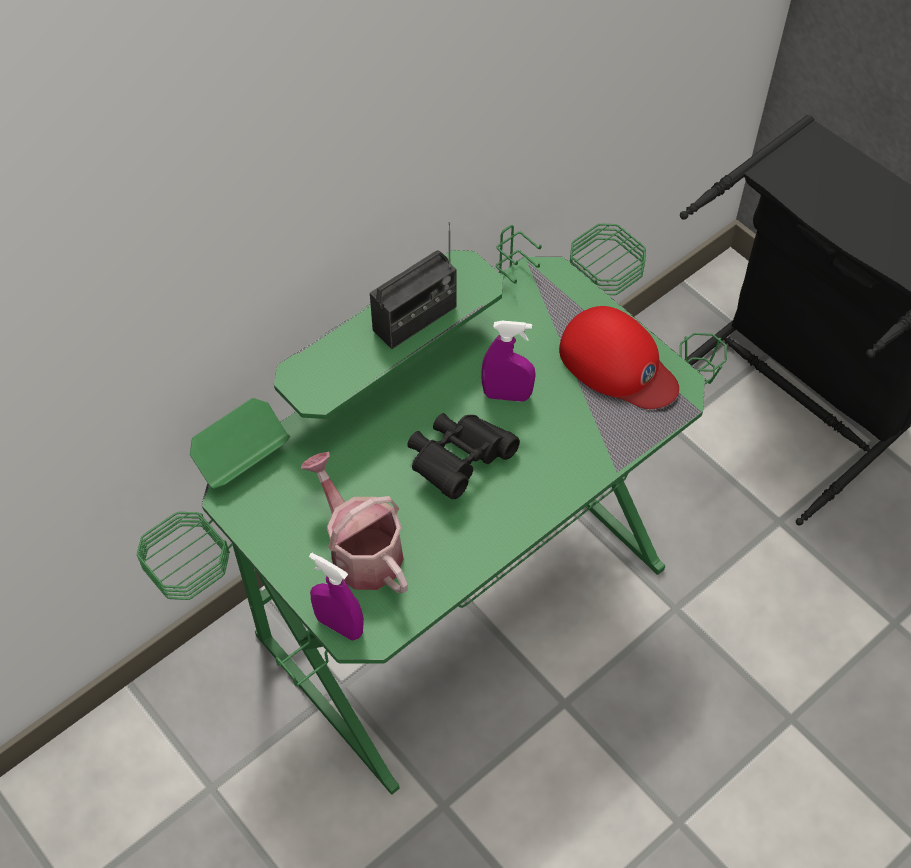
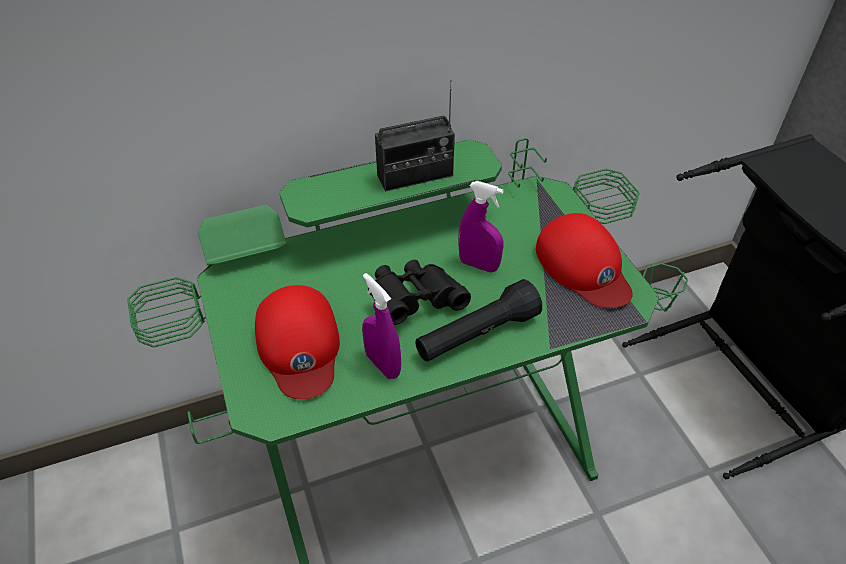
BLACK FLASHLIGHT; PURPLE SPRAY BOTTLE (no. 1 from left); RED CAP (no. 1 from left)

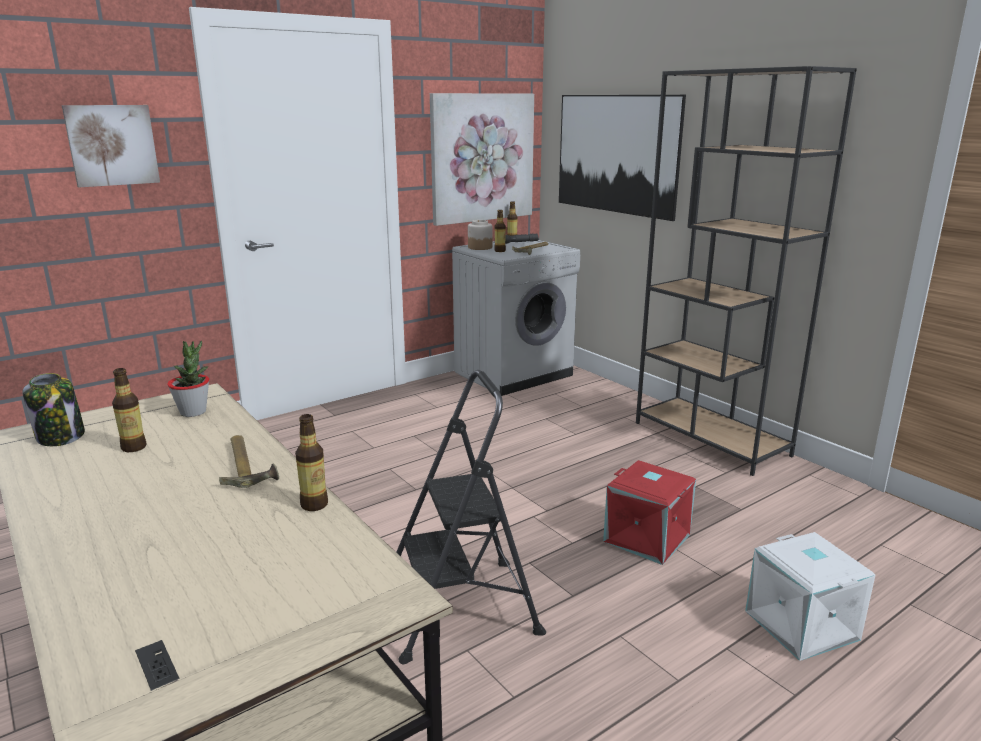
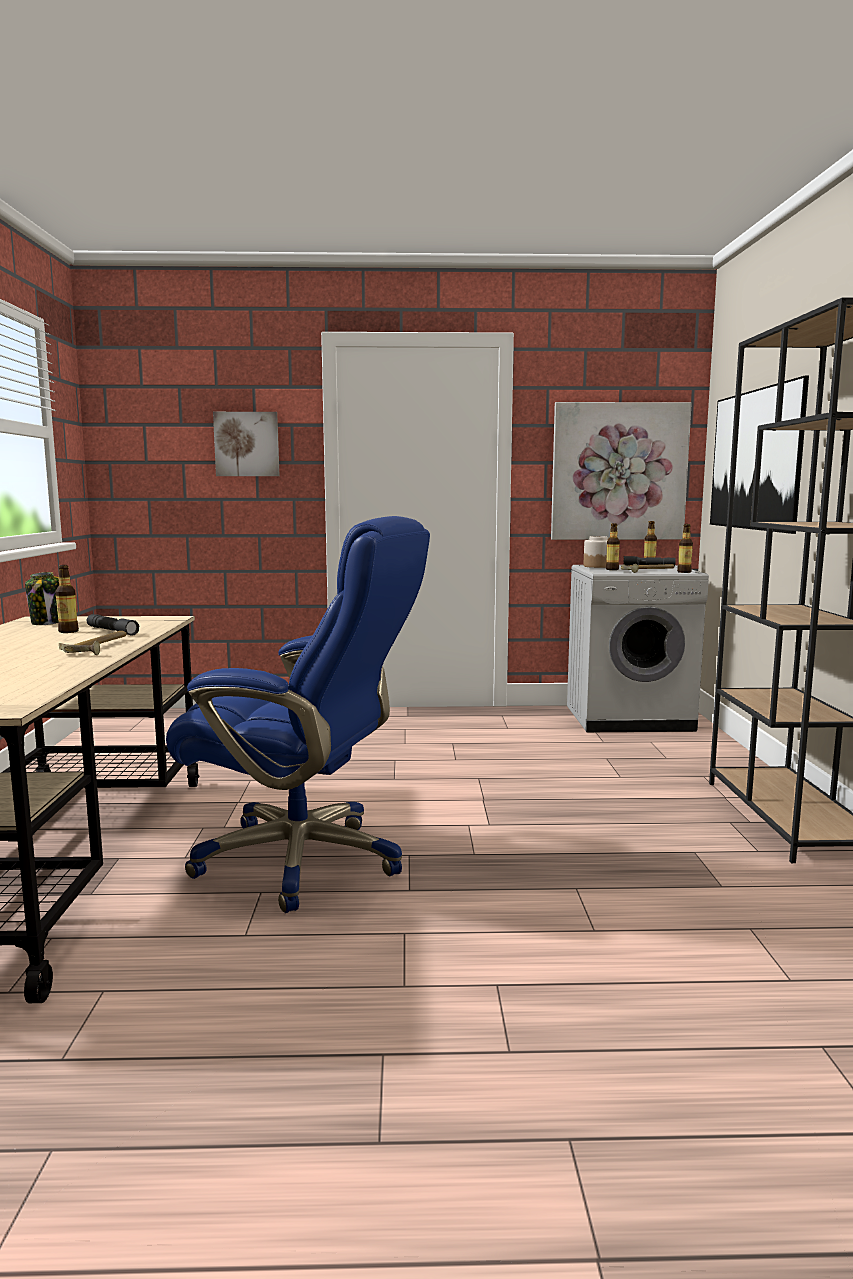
POTTED PLANT; RED STORAGE BOX; WHITE STORAGE BOX; GREY FLASHLIGHT (no. 1 from left); BOTTLE (no. 4 from left); BLUE OFFICE CHAIR

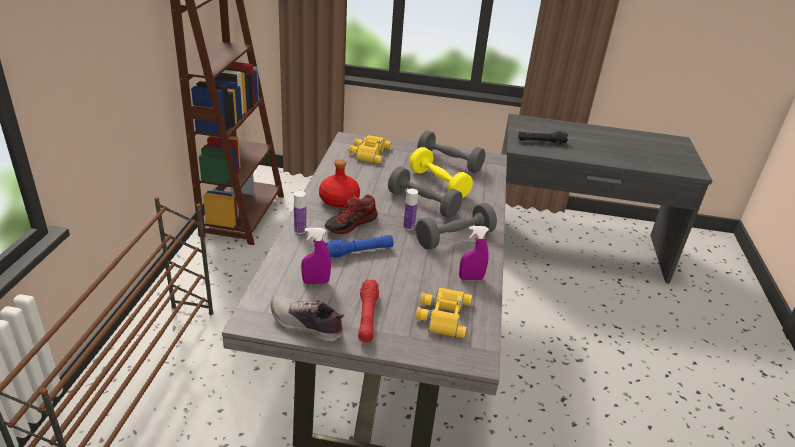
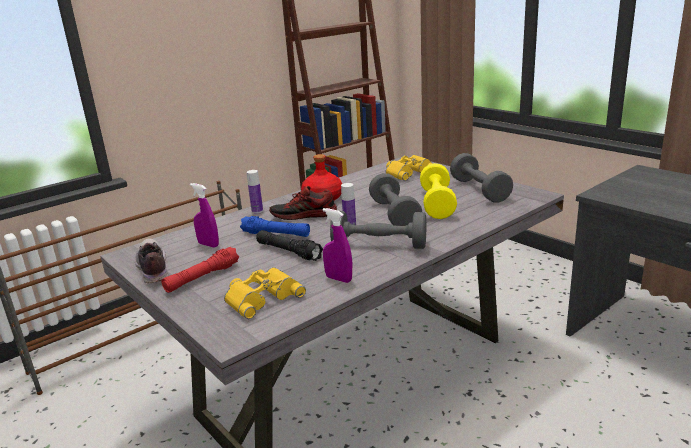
BLACK FLASHLIGHT

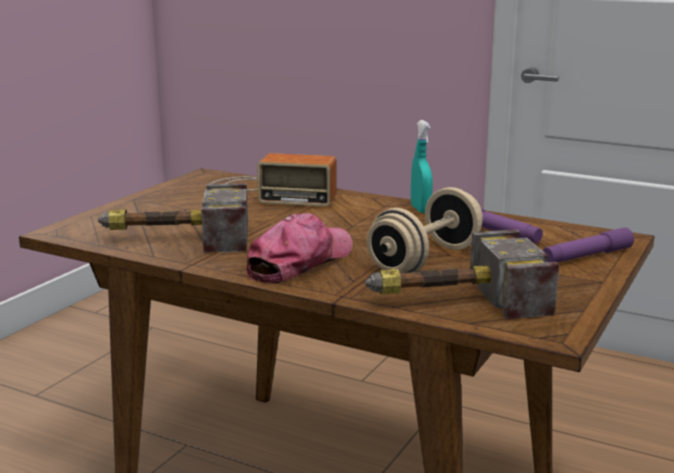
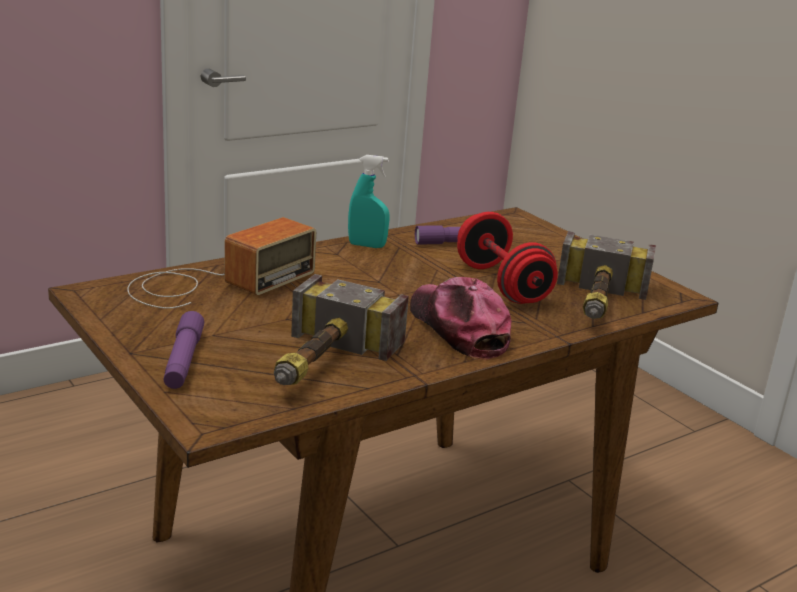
PURPLE FLASHLIGHT (no. 1 from left); RED DUMBBELL

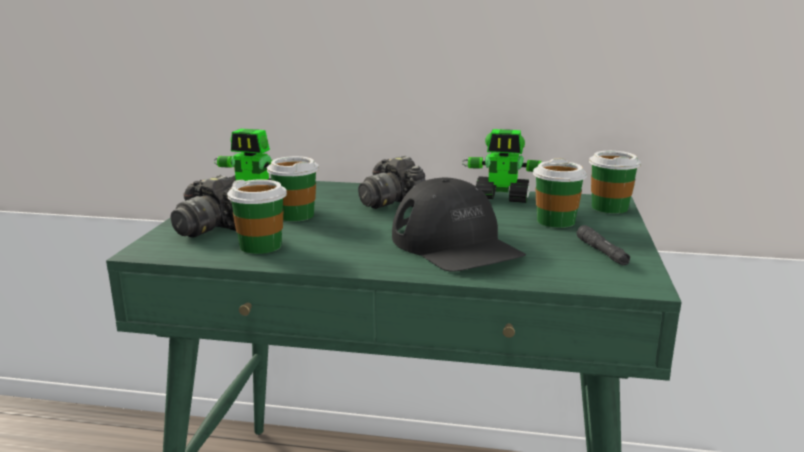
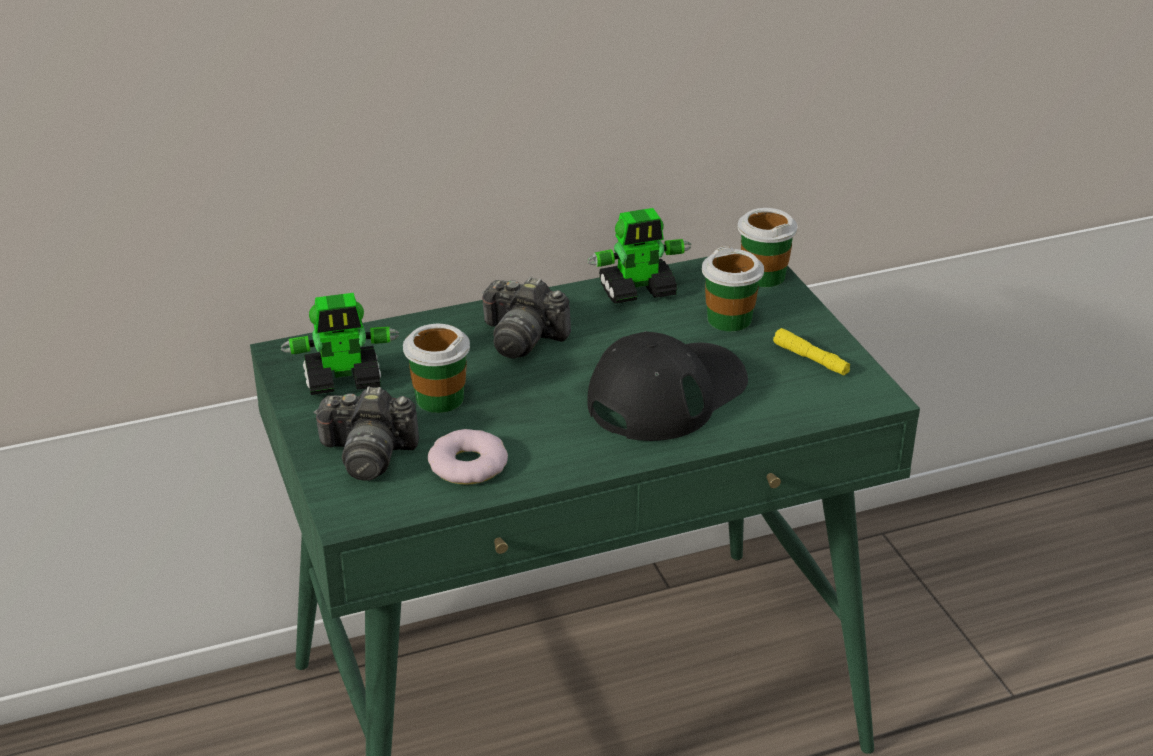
DONUT; YELLOW FLASHLIGHT; BLACK CAP

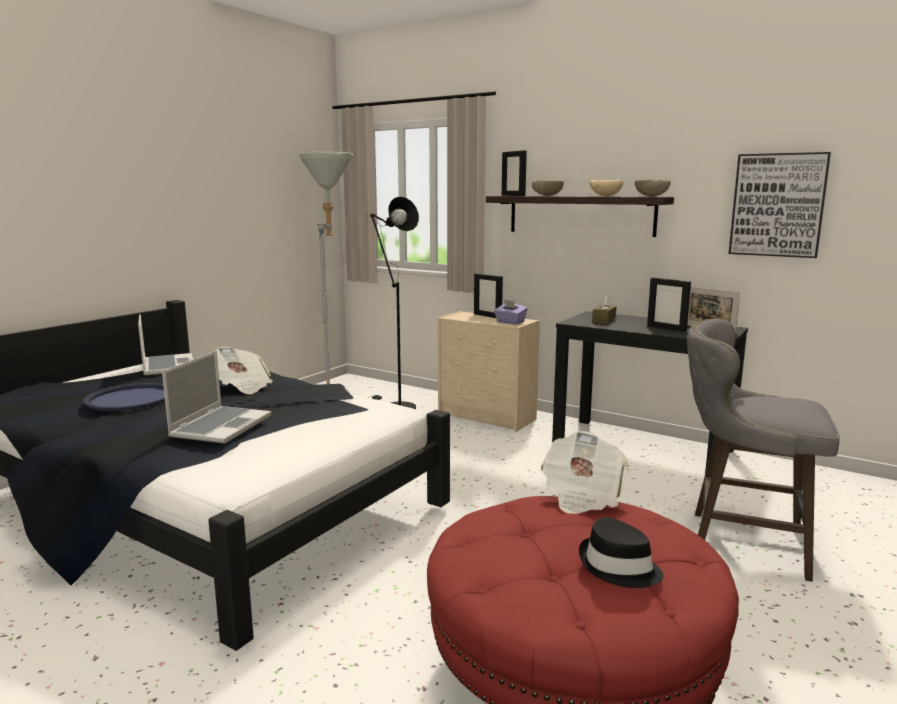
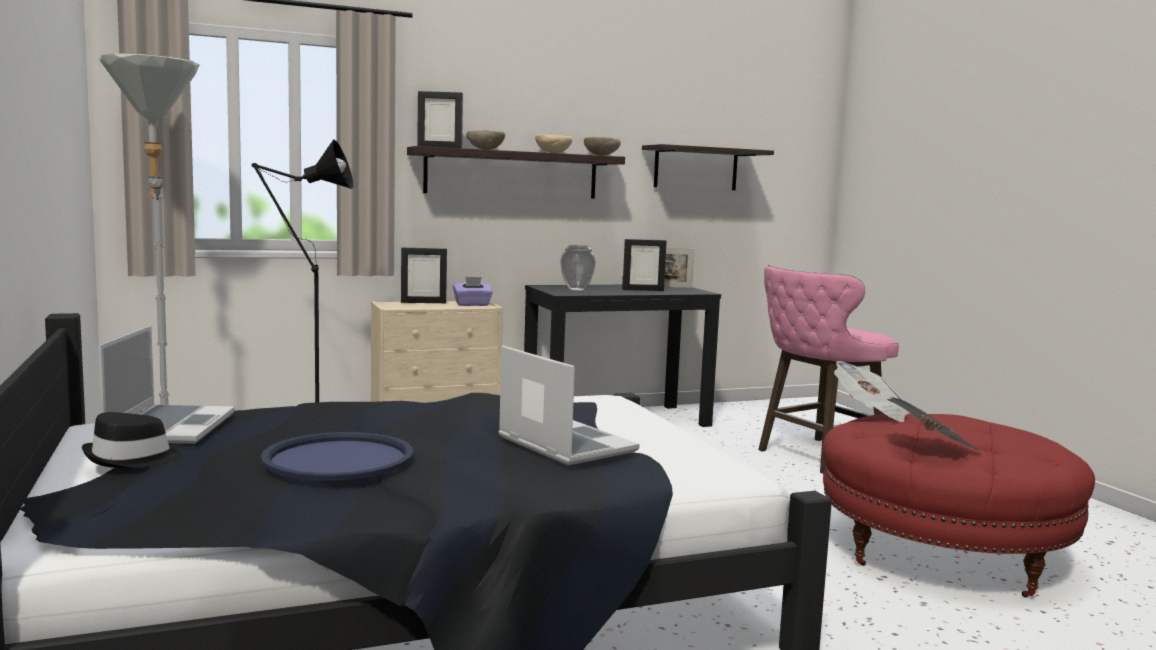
NEWSPAPER (no. 2 from left); BLACK HAT; VASE; SHELF (no. 2 from left); PINK STOOL; LAPTOP (no. 1 from left)

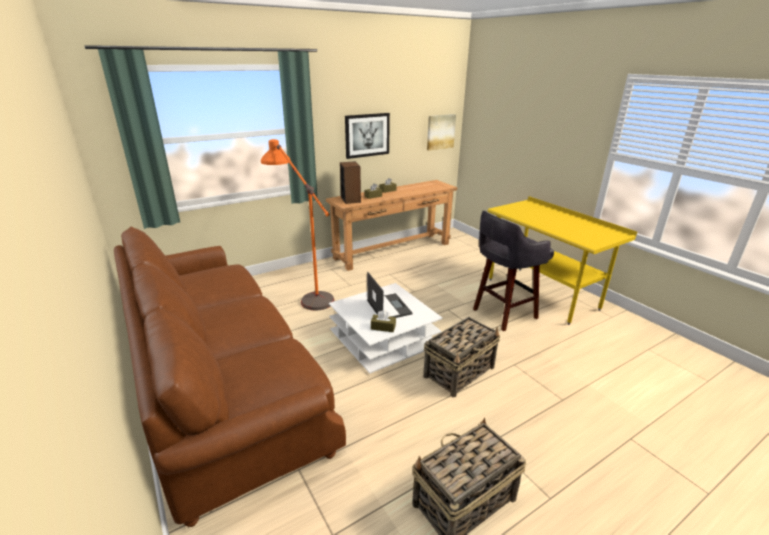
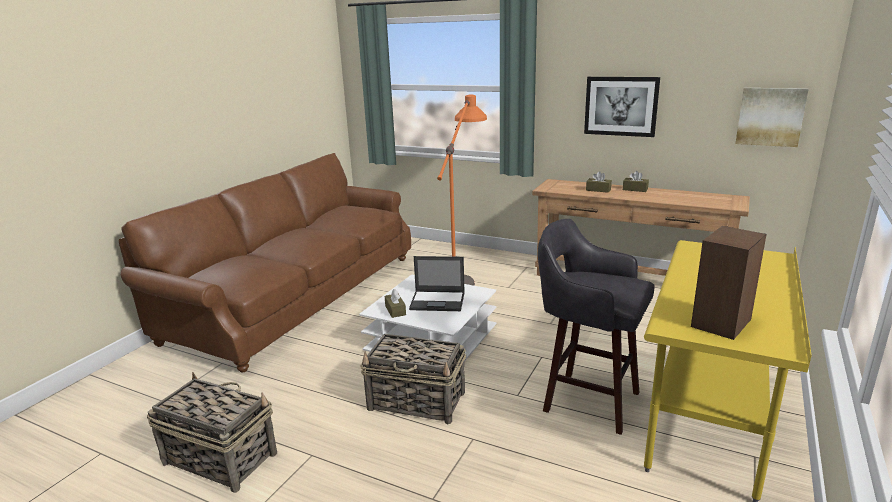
SPEAKER; LAPTOP

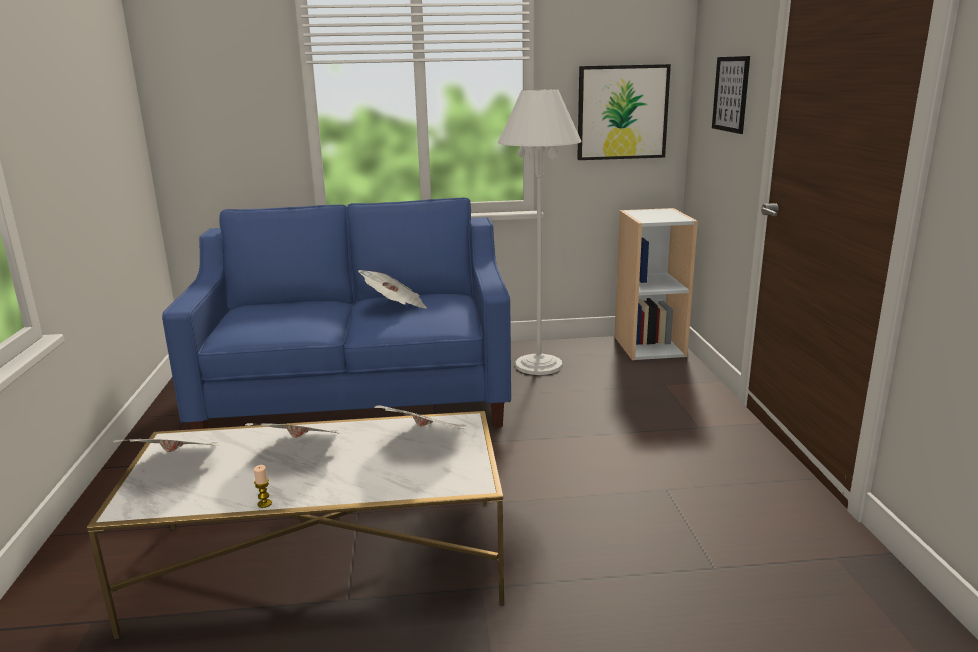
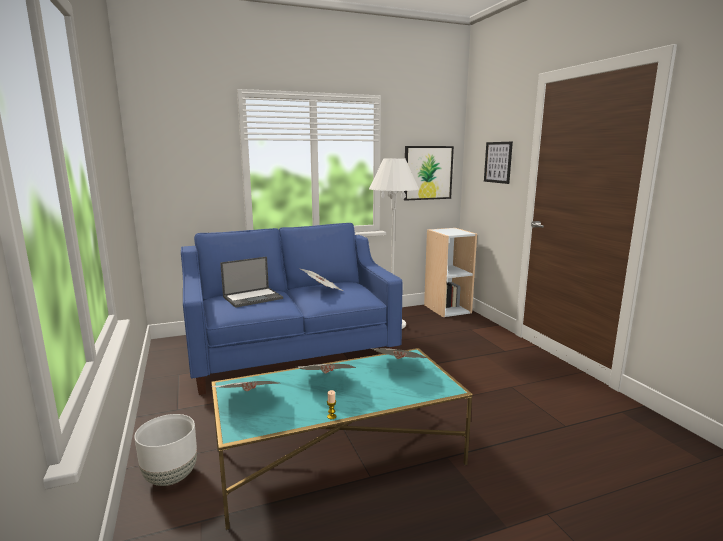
WHITE PLANTER; LAPTOP; TURQUOISE COFFEE TABLE

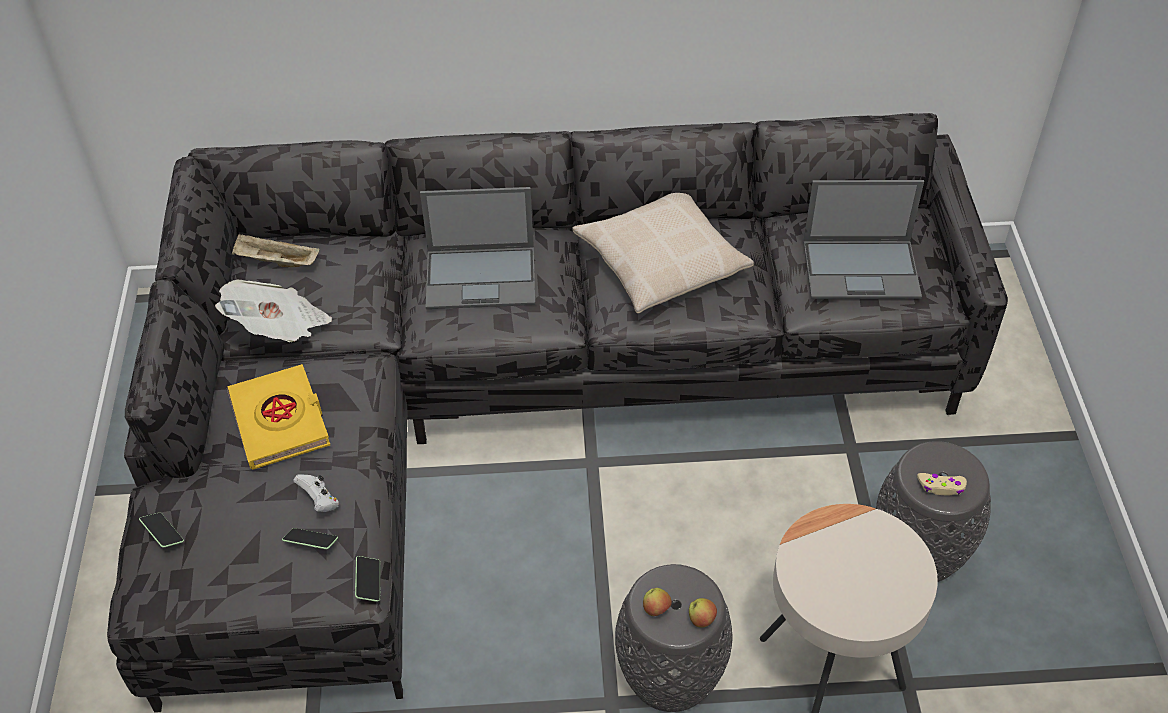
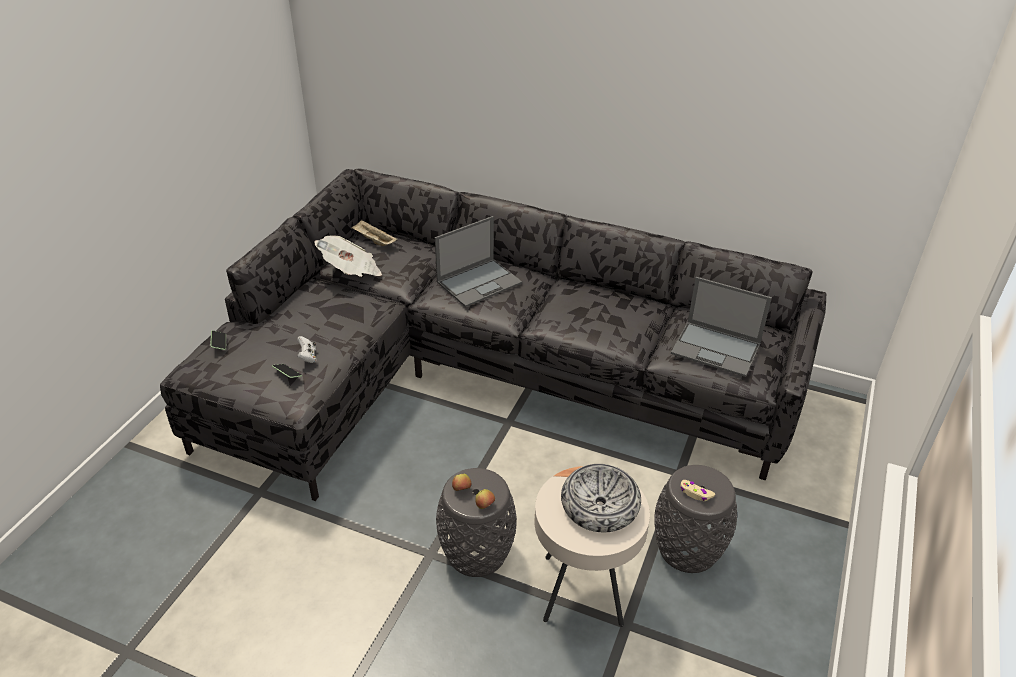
YELLOW BOOK; PHONE (no. 3 from left in the first image); BEIGE PILLOW; BOWL; LAPTOP (no. 1 from left)

